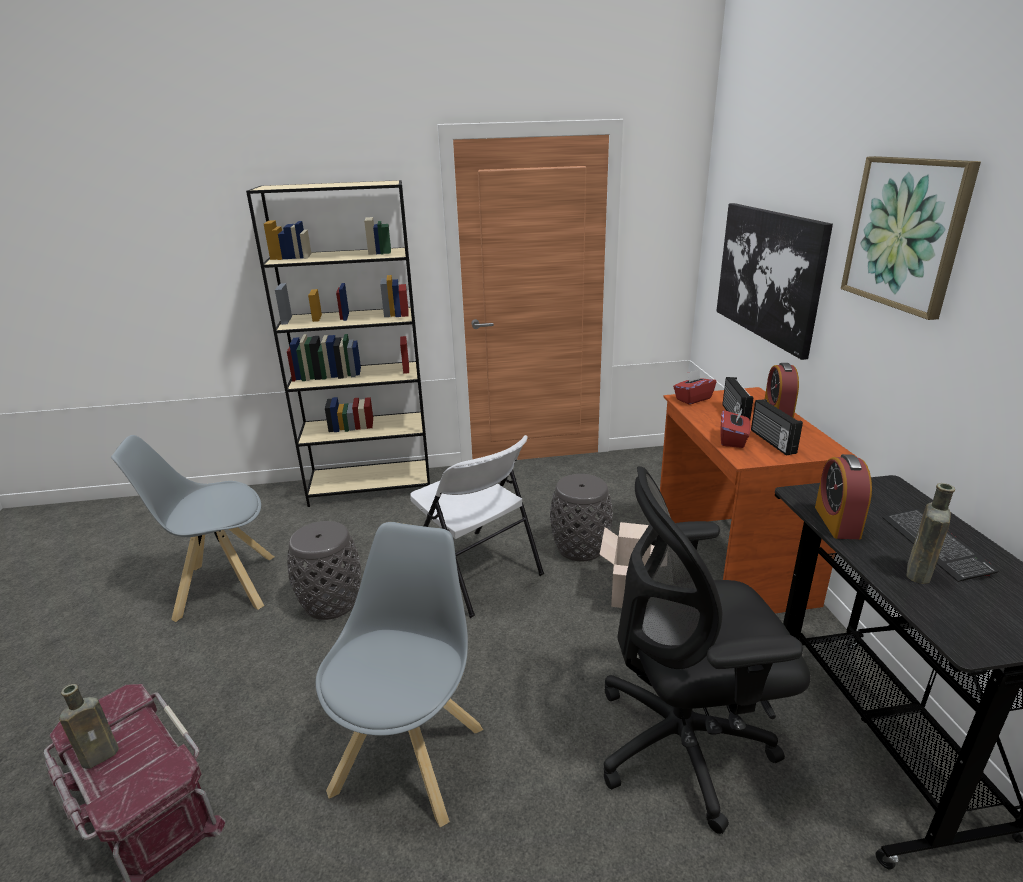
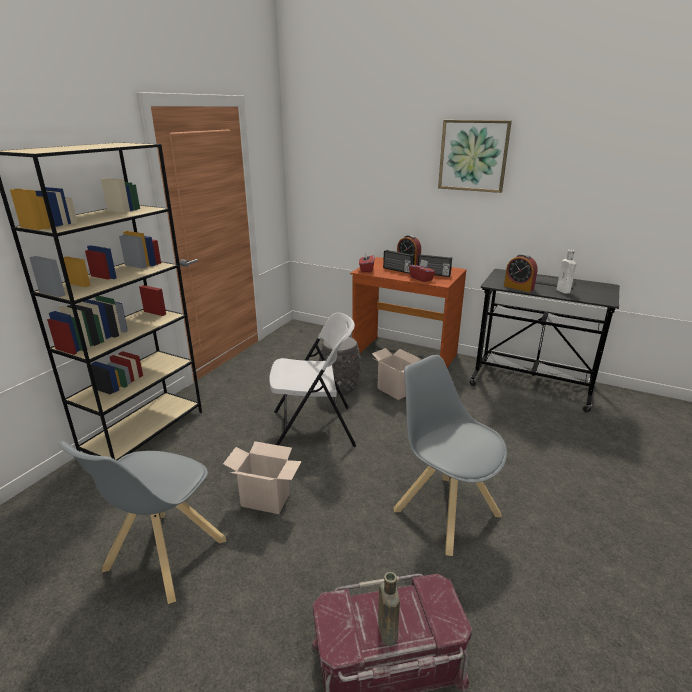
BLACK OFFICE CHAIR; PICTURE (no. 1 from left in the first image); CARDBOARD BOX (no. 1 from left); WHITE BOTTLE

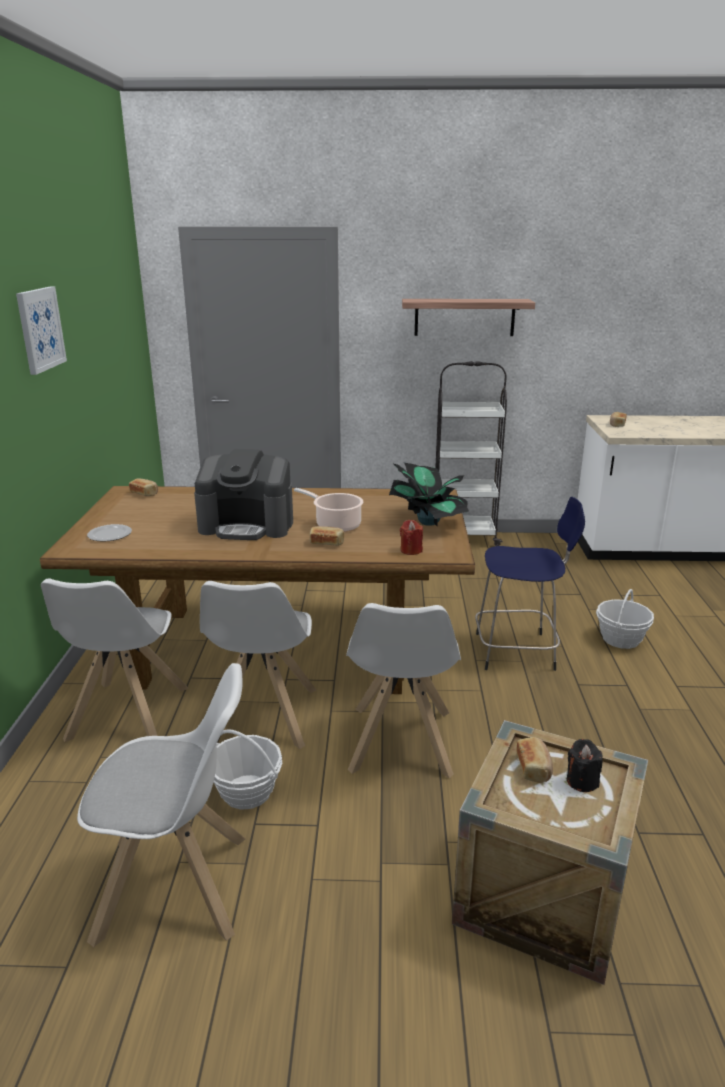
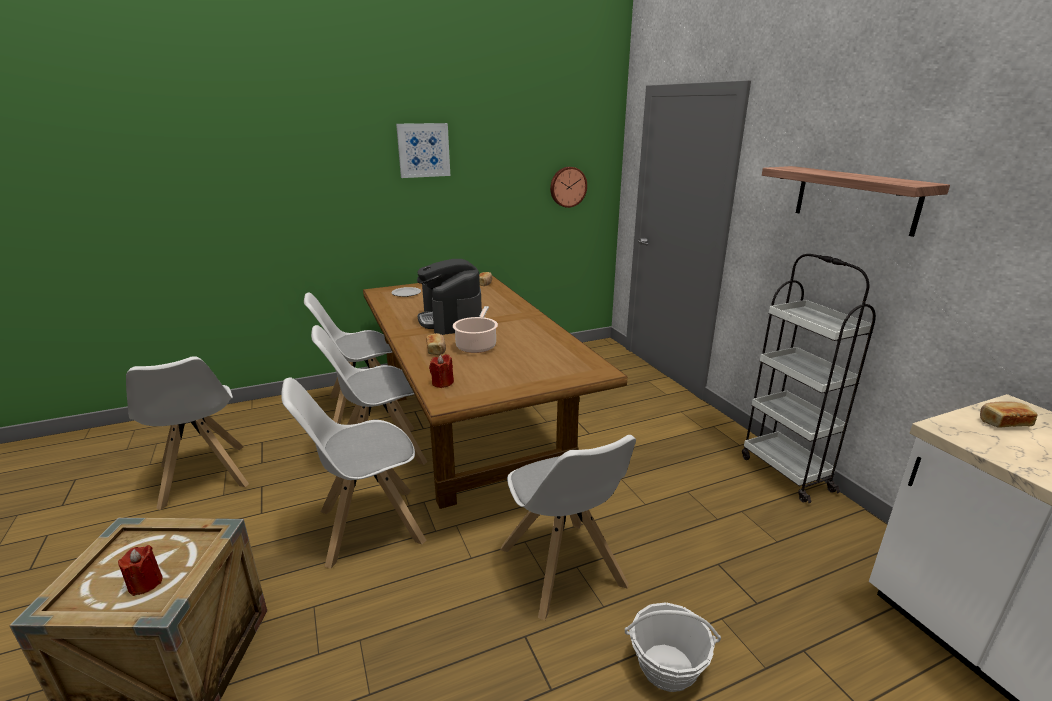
BASKET (no. 1 from left in the first image); POTTED PLANT; BREAD (no. 3 from left in the first image); WALL CLOCK; CHAIR (no. 5 from left); RED CANDLE (no. 1 from left)

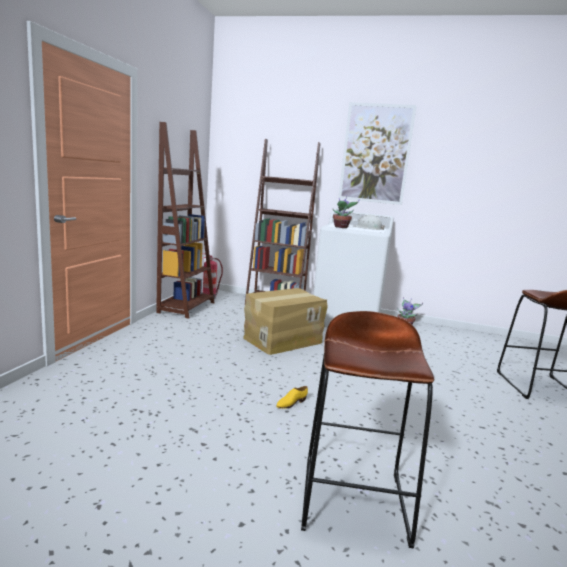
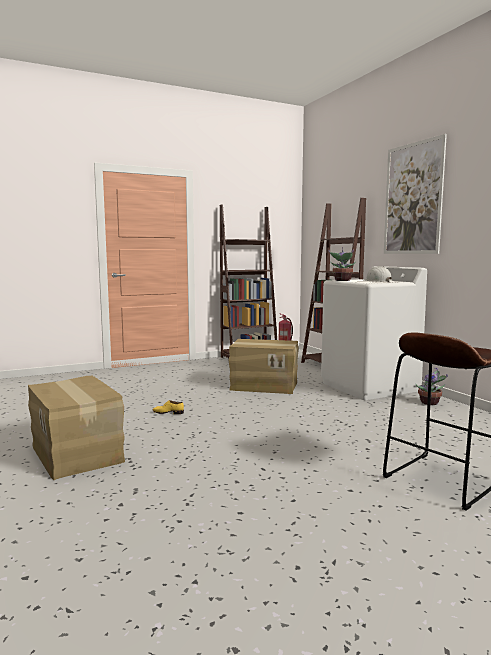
CARDBOARD BOX (no. 1 from left)

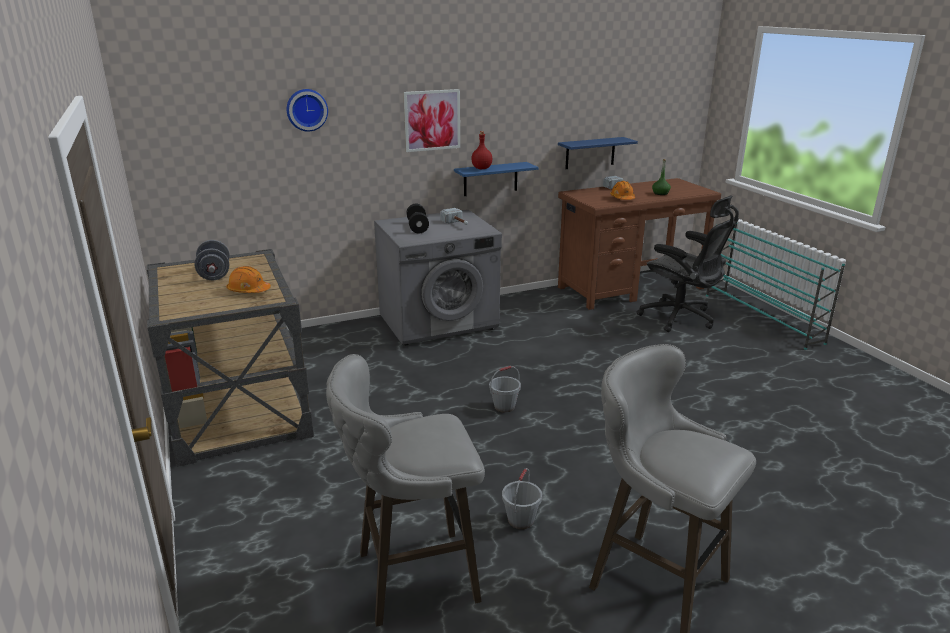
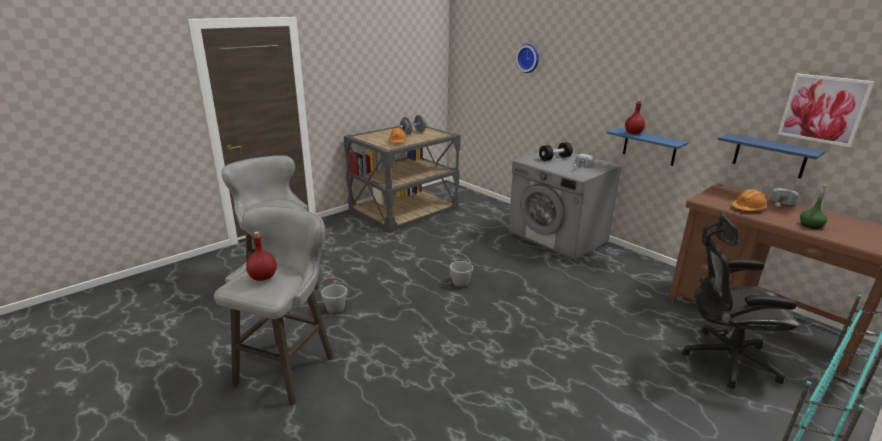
RED BOTTLE (no. 1 from left); PICTURE; OFFICE CHAIR

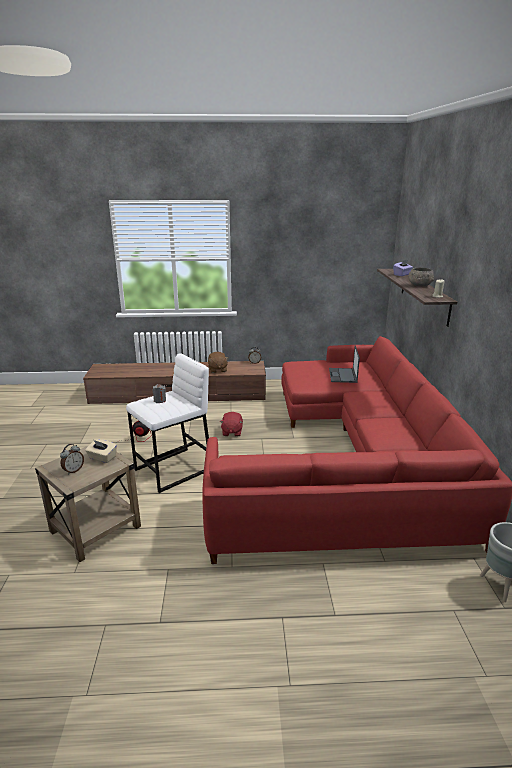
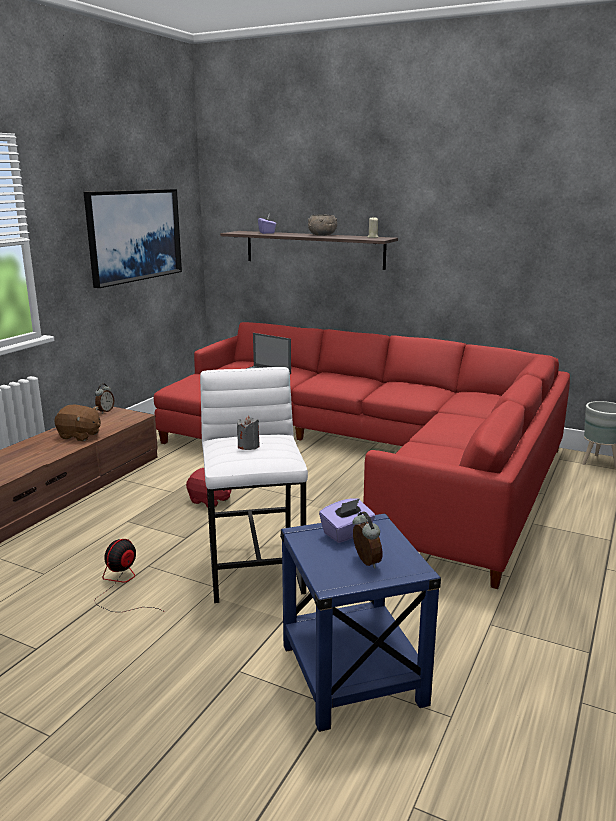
PICTURE; BLUE SIDE TABLE; PURPLE TISSUE BOX (no. 2 from left)

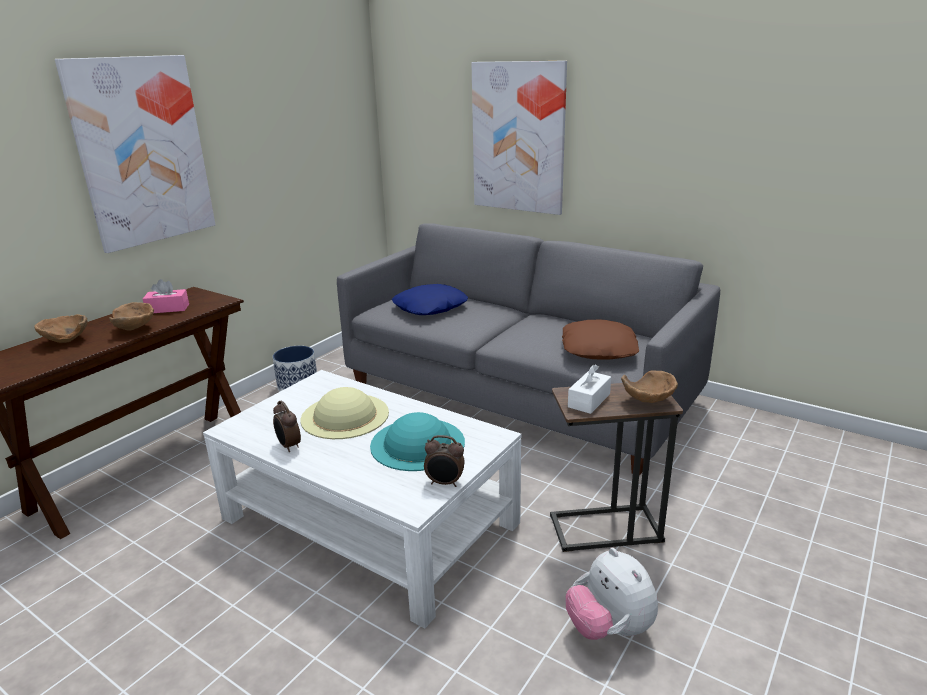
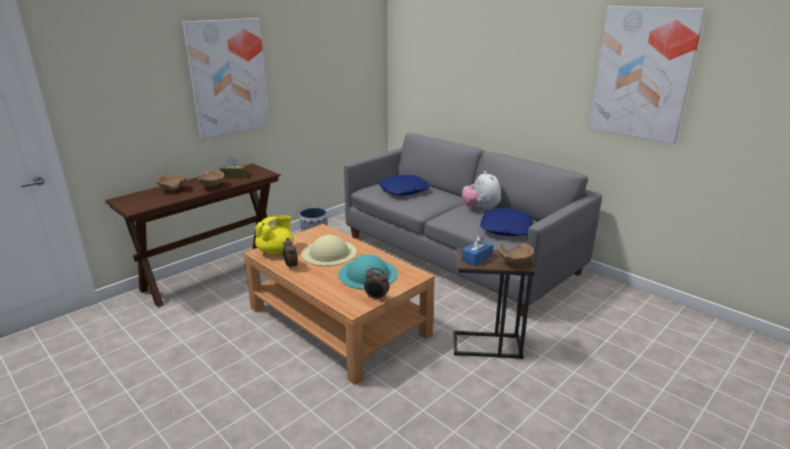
YELLOW TEAPOT; PICTURE (no. 2 from left); PLUSH TOY; BROWN TISSUE BOX; BROWN COFFEE TABLE; BLUE PILLOW (no. 2 from left); BLUE TISSUE BOX

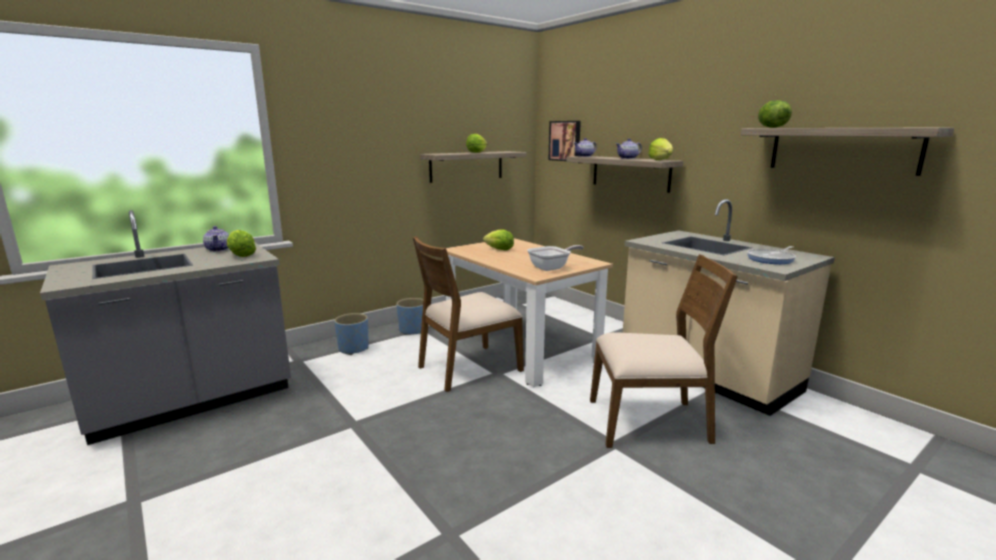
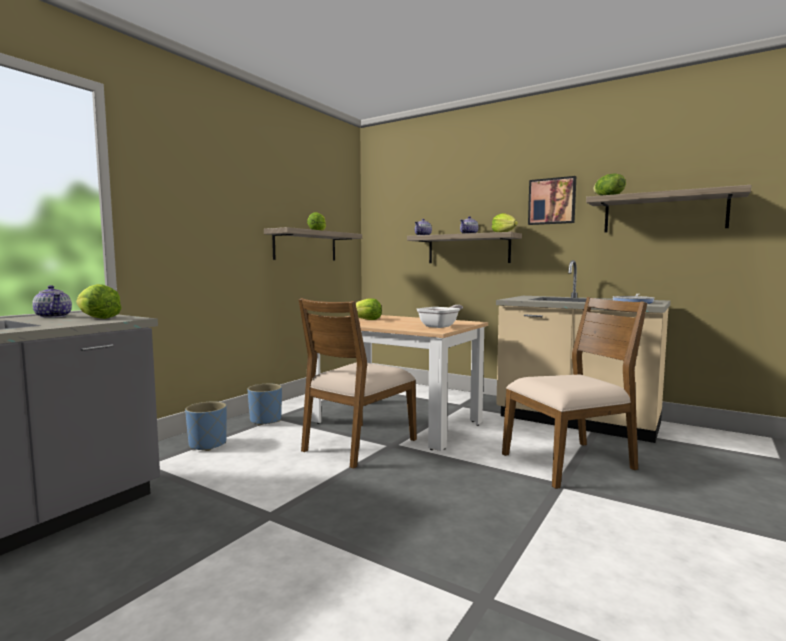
PICTURE

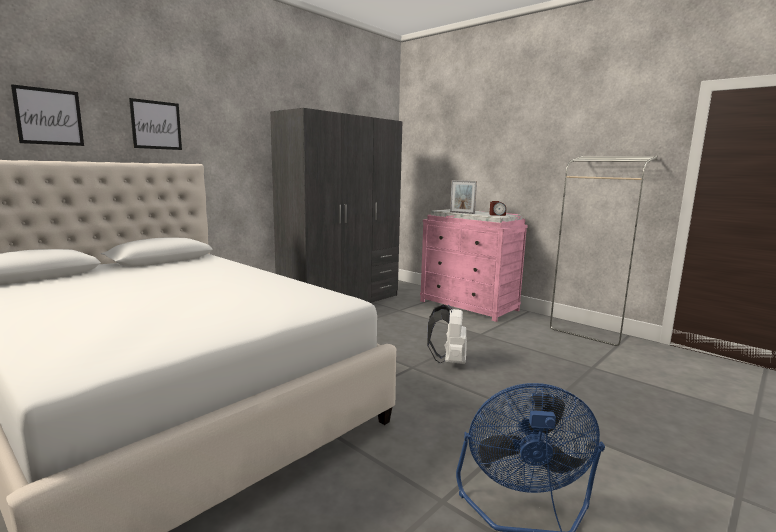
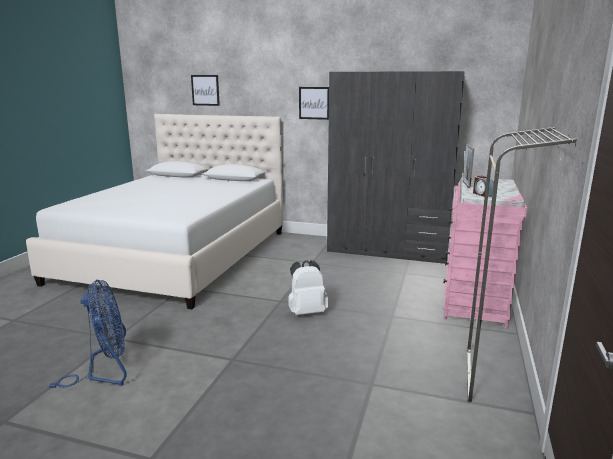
PICTURE (no. 2 from left)

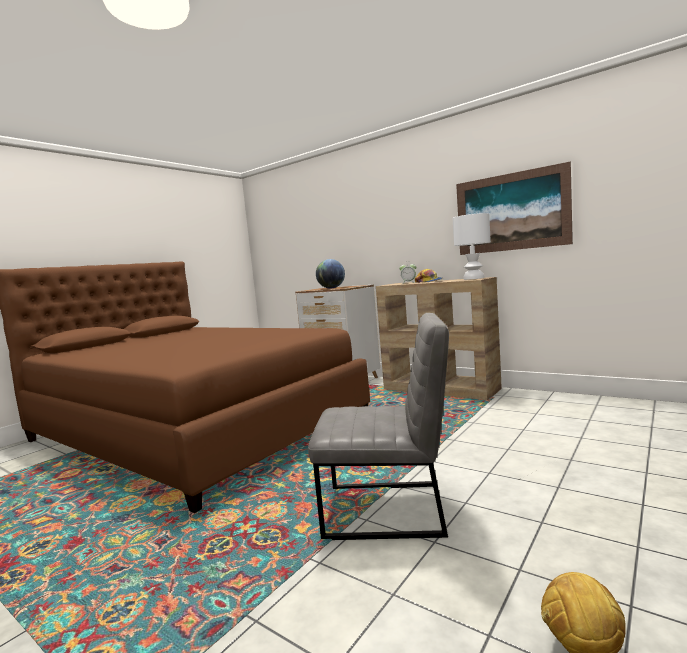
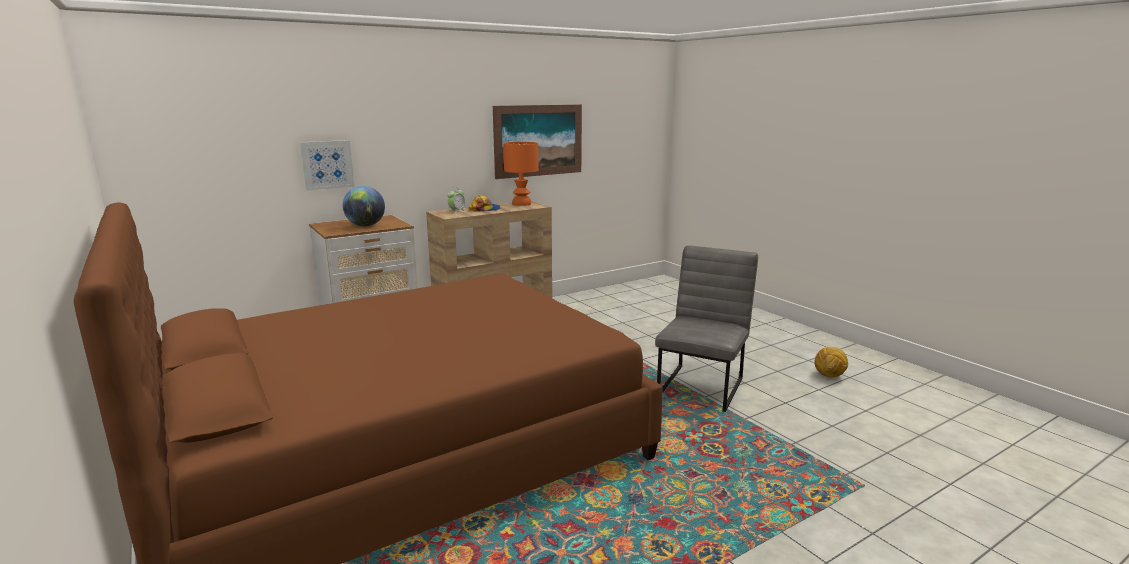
PICTURE (no. 1 from left); ORANGE TABLE LAMP

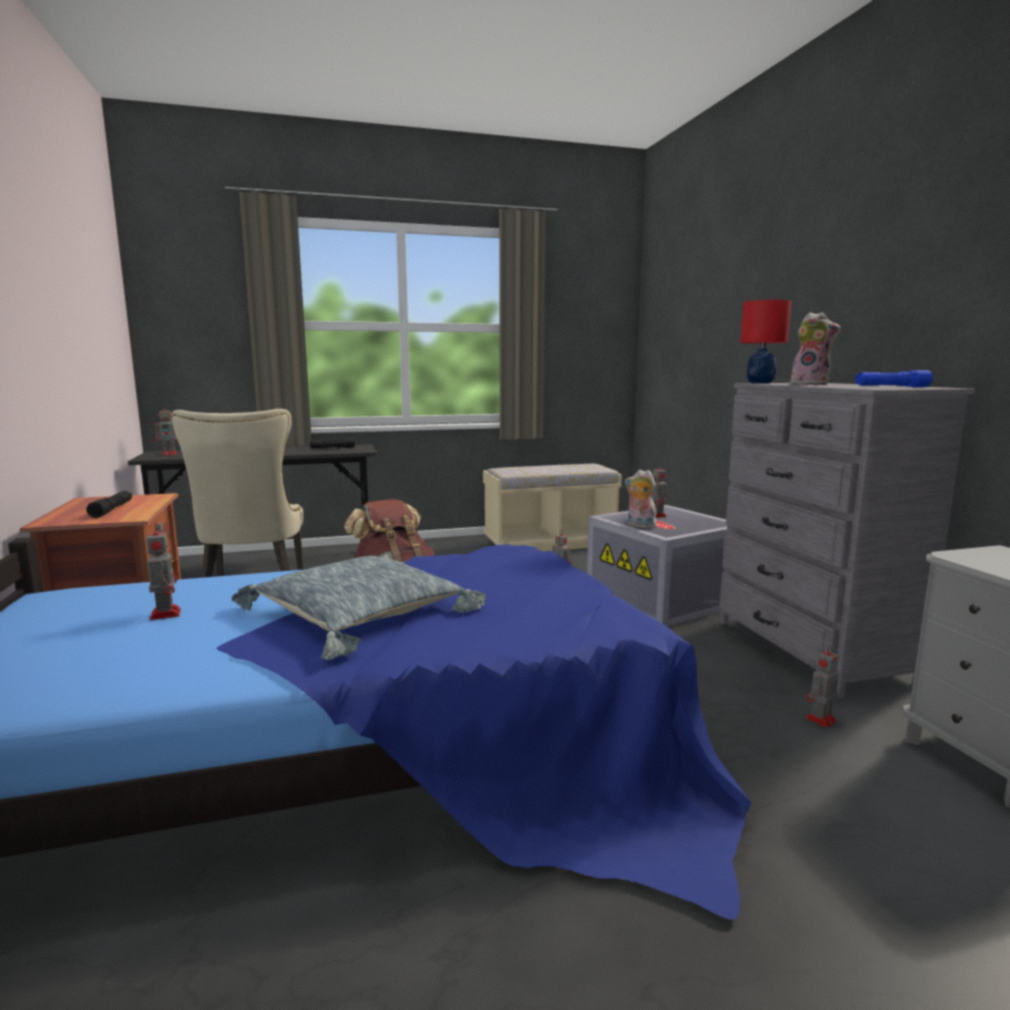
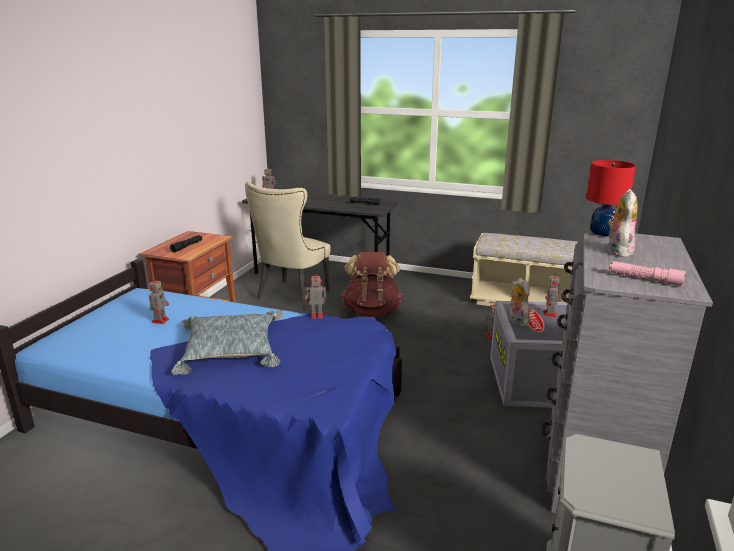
TOY ROBOT (no. 3 from left); PINK FLASHLIGHT; PLUSH TOY (no. 2 from left)

